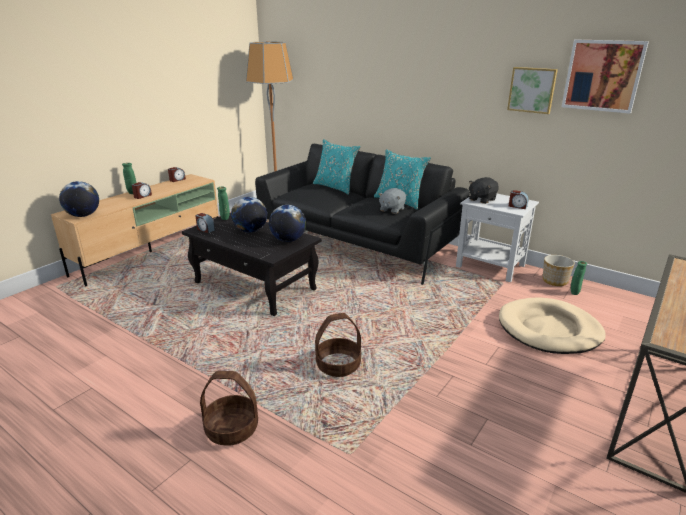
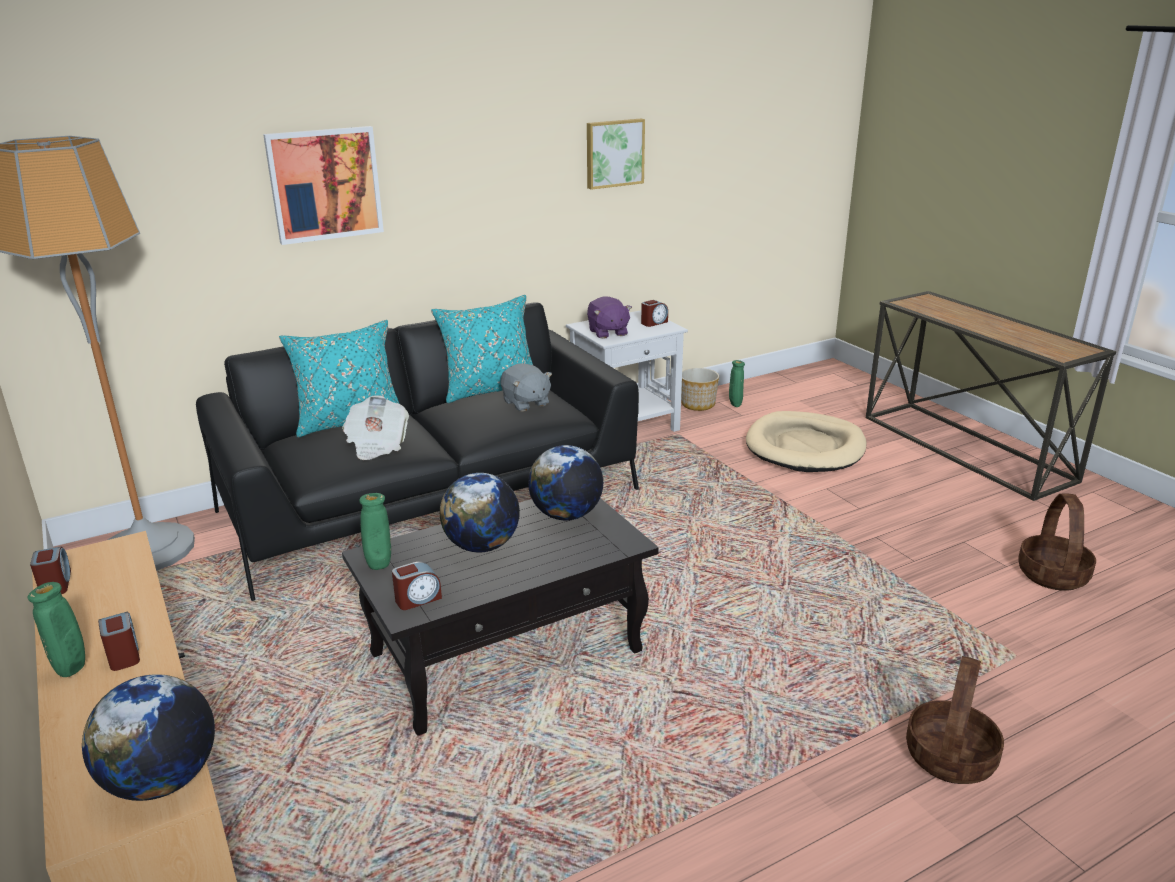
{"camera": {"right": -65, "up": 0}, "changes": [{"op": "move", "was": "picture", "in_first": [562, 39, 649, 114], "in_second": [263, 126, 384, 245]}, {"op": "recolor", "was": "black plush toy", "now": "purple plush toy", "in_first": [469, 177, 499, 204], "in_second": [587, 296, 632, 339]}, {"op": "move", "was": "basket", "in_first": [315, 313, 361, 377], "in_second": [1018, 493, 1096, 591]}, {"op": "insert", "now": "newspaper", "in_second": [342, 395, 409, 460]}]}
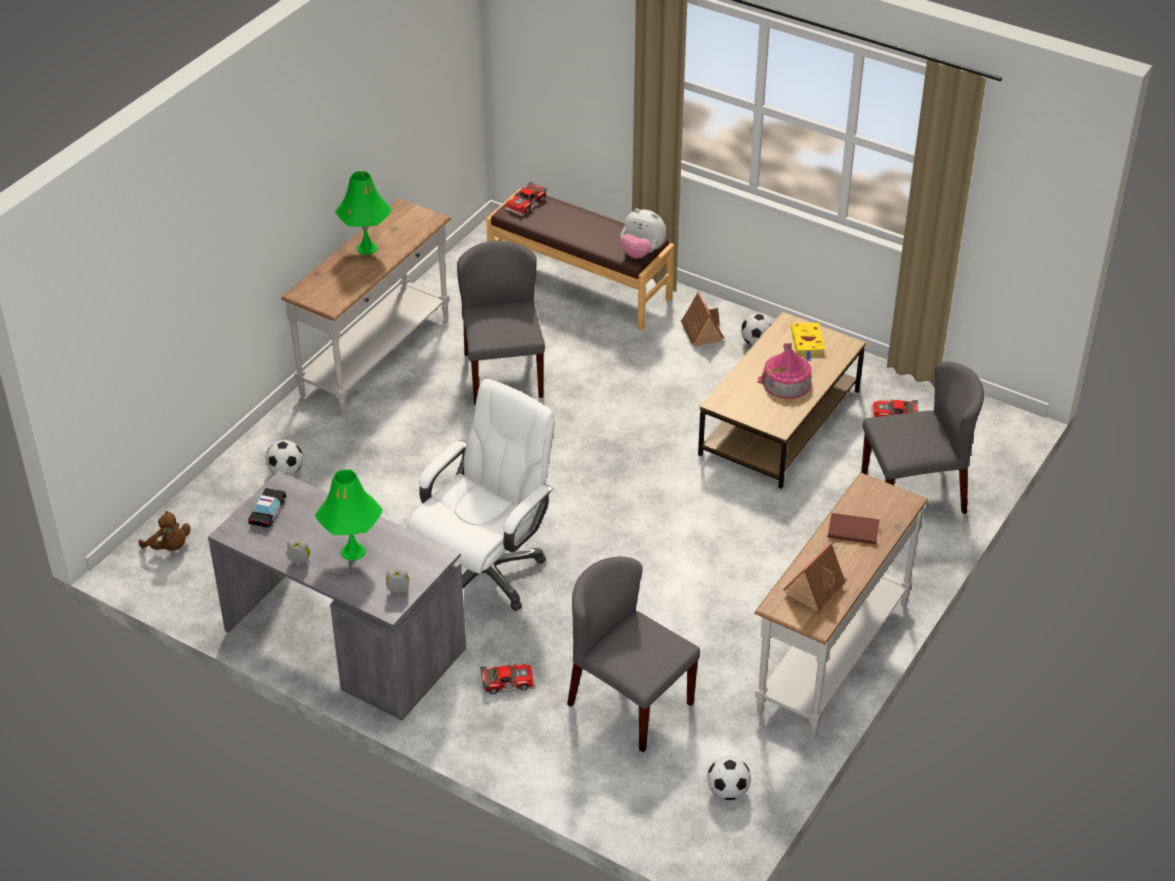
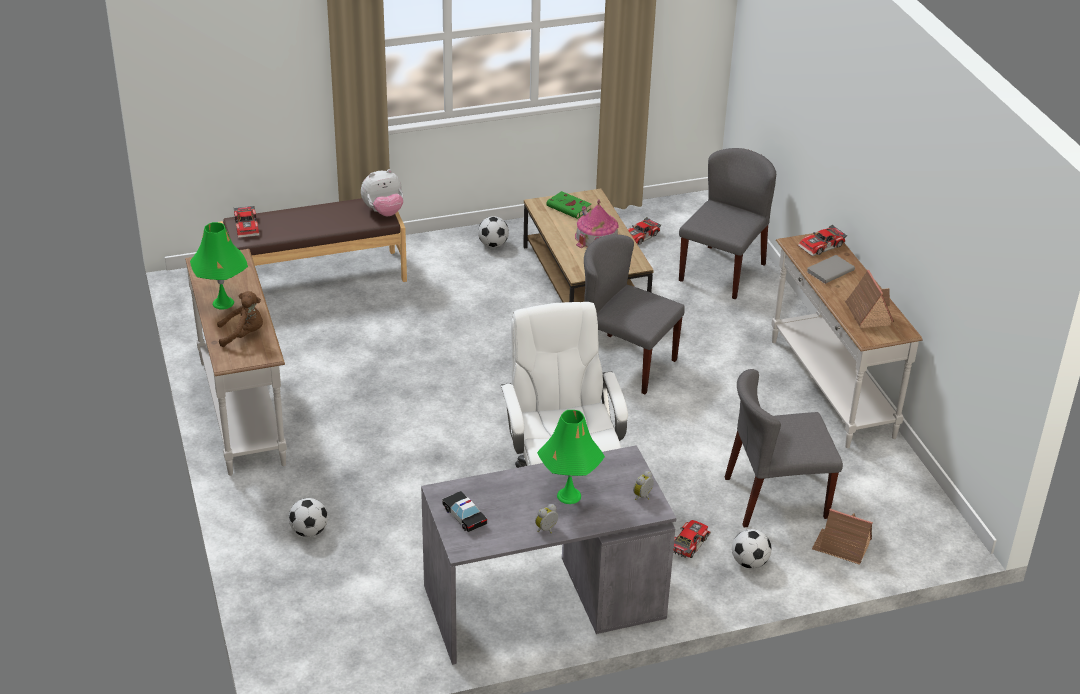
{"camera": {"right": -50, "up": -5}, "changes": [{"op": "move", "was": "grey chair", "in_first": [457, 241, 545, 405], "in_second": [584, 234, 685, 394]}, {"op": "move", "was": "toy house", "in_first": [681, 292, 724, 346], "in_second": [812, 509, 873, 565]}, {"op": "recolor", "was": "yellow book", "now": "green book", "in_first": [791, 323, 825, 361], "in_second": [546, 191, 591, 219]}, {"op": "move", "was": "brown plush toy", "in_first": [139, 511, 191, 551], "in_second": [217, 291, 263, 347]}, {"op": "recolor", "was": "brown book", "now": "grey book", "in_first": [828, 513, 880, 545], "in_second": [807, 255, 855, 284]}, {"op": "move", "was": "football", "in_first": [707, 756, 751, 800], "in_second": [732, 529, 772, 569]}, {"op": "insert", "now": "toy car", "in_second": [798, 225, 847, 256]}]}
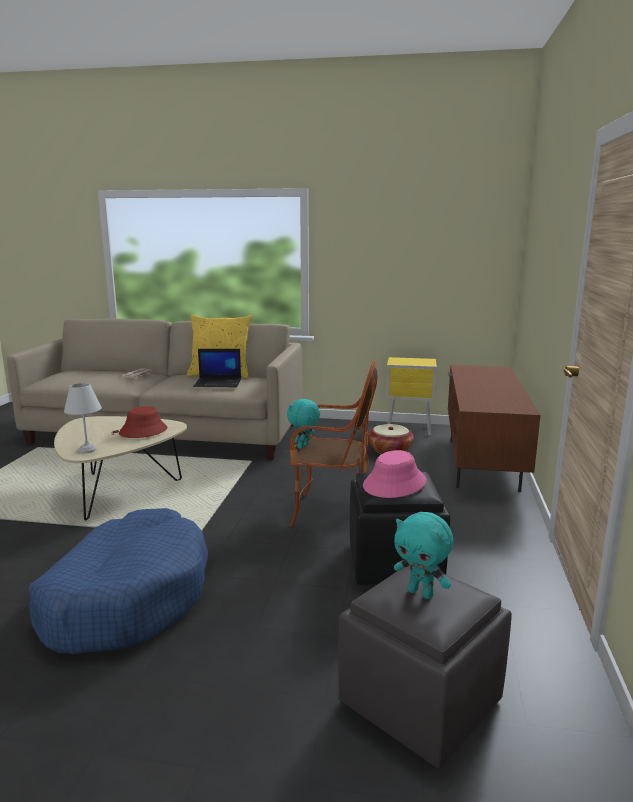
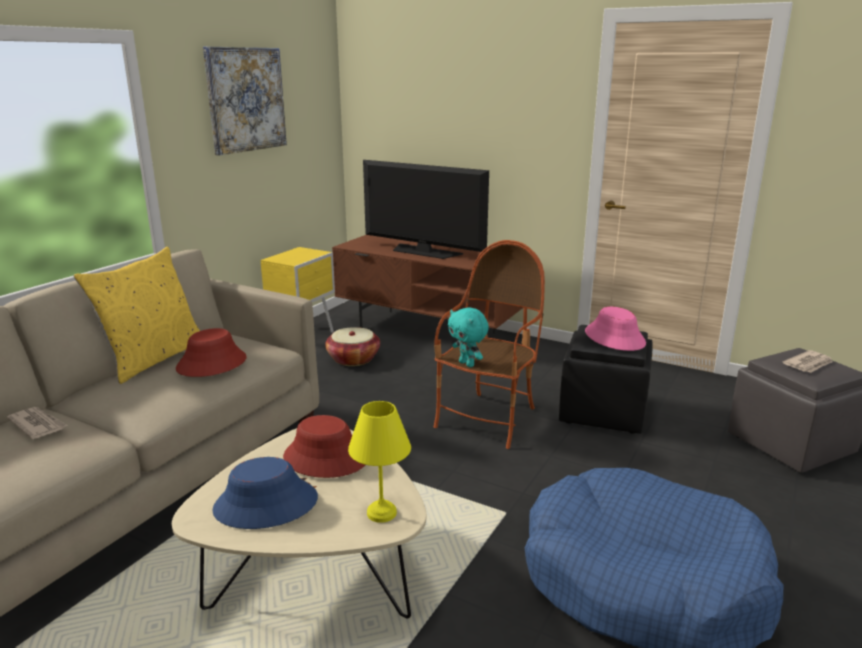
{"camera": {"right": -70, "up": 5}, "changes": [{"op": "replace", "was": "laptop", "now": "red hat", "in_first": [193, 349, 241, 387], "in_second": [176, 328, 247, 377]}, {"op": "recolor", "was": "white table lamp", "now": "yellow table lamp", "in_first": [64, 383, 102, 453], "in_second": [348, 401, 411, 523]}, {"op": "replace", "was": "turquoise plush toy", "now": "newspaper", "in_first": [394, 512, 454, 599], "in_second": [782, 350, 832, 373]}, {"op": "insert", "now": "picture", "in_second": [203, 46, 287, 155]}, {"op": "insert", "now": "television", "in_second": [363, 160, 489, 259]}, {"op": "insert", "now": "blue hat", "in_second": [212, 457, 318, 529]}]}
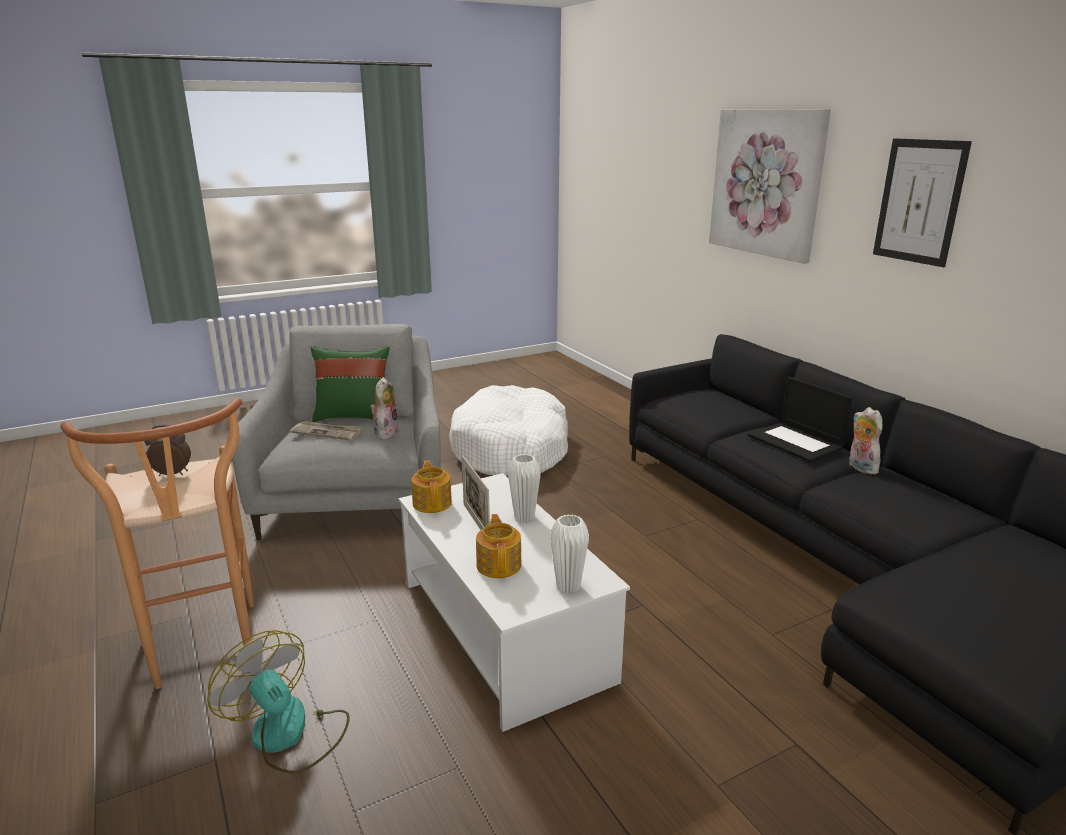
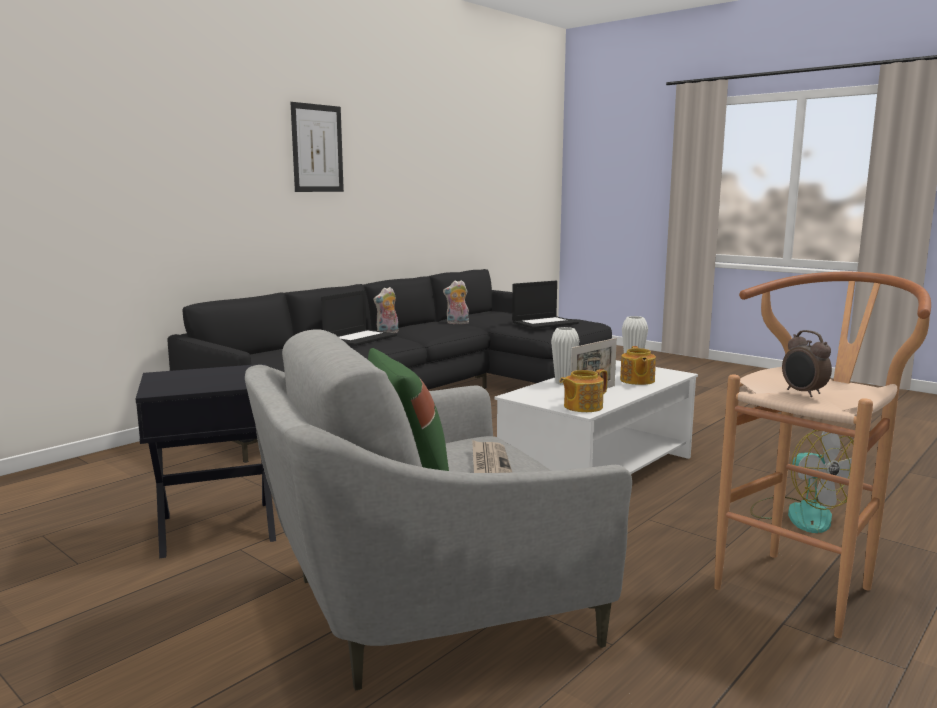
{"camera": {"right": -110, "up": -10}, "changes": [{"op": "delete", "was": "picture", "in_first": [709, 109, 831, 264]}, {"op": "move", "was": "plush toy", "in_first": [370, 377, 400, 440], "in_second": [443, 280, 469, 324]}, {"op": "replace", "was": "white dog bed", "now": "black side table", "in_first": [449, 385, 568, 476], "in_second": [136, 364, 276, 559]}, {"op": "rotate", "was": "teapot", "in_first": [476, 514, 521, 578], "in_second": [620, 346, 656, 385], "clockwise": -60}, {"op": "rotate", "was": "fan", "in_first": [207, 630, 350, 774], "in_second": [750, 430, 854, 533], "clockwise": -45}, {"op": "insert", "now": "laptop", "in_second": [512, 281, 579, 329]}]}
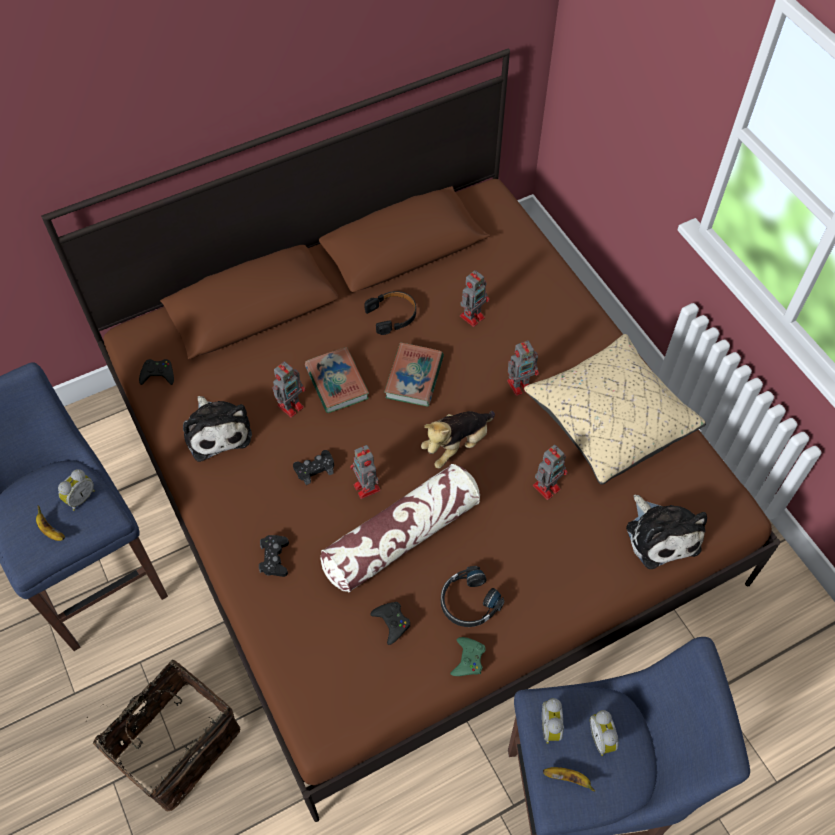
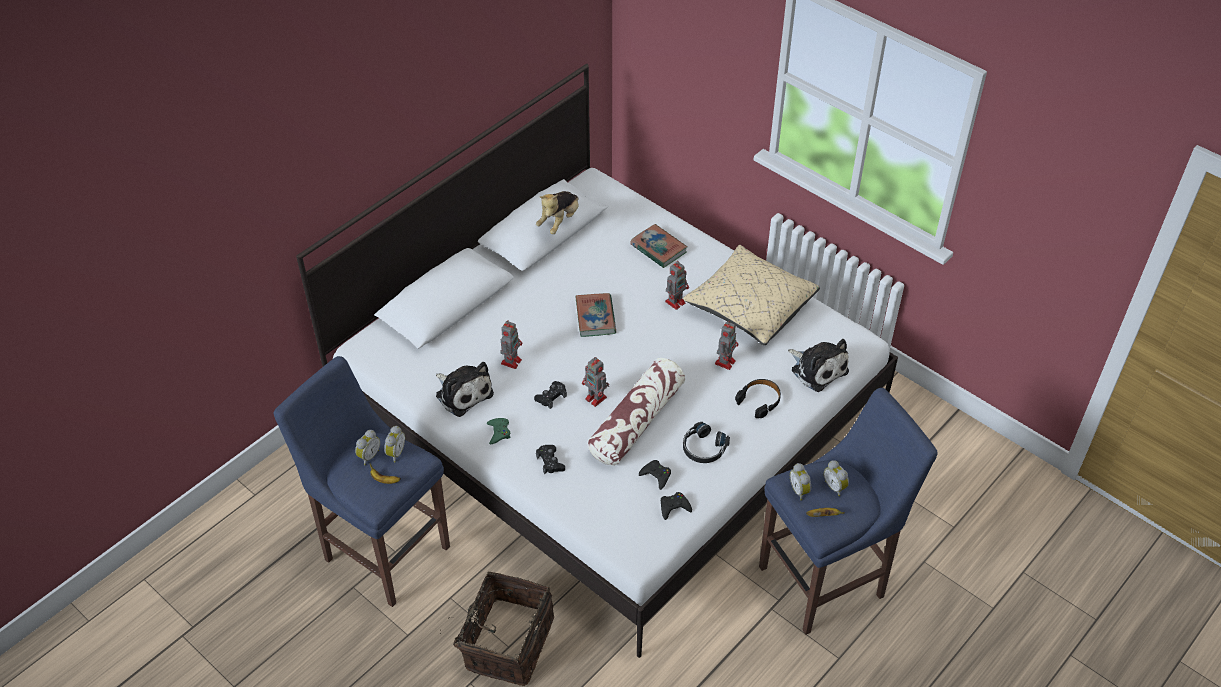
{"camera": {"right": -20, "up": -10}, "changes": [{"op": "recolor", "was": "brown bed", "now": "white bed", "in_first": [41, 49, 780, 822], "in_second": [296, 64, 898, 658]}, {"op": "delete", "was": "toy robot", "in_first": [460, 270, 489, 327]}, {"op": "move", "was": "black headphones", "in_first": [364, 291, 416, 335], "in_second": [735, 379, 781, 418]}, {"op": "move", "was": "book", "in_first": [305, 347, 369, 413], "in_second": [630, 224, 688, 268]}, {"op": "move", "was": "black game controller", "in_first": [139, 359, 174, 385], "in_second": [661, 492, 692, 520]}, {"op": "move", "was": "plush toy", "in_first": [421, 411, 495, 468], "in_second": [536, 191, 579, 234]}, {"op": "move", "was": "green game controller", "in_first": [450, 637, 485, 676], "in_second": [487, 418, 511, 444]}, {"op": "insert", "now": "alarm clock", "in_second": [355, 430, 380, 465]}]}
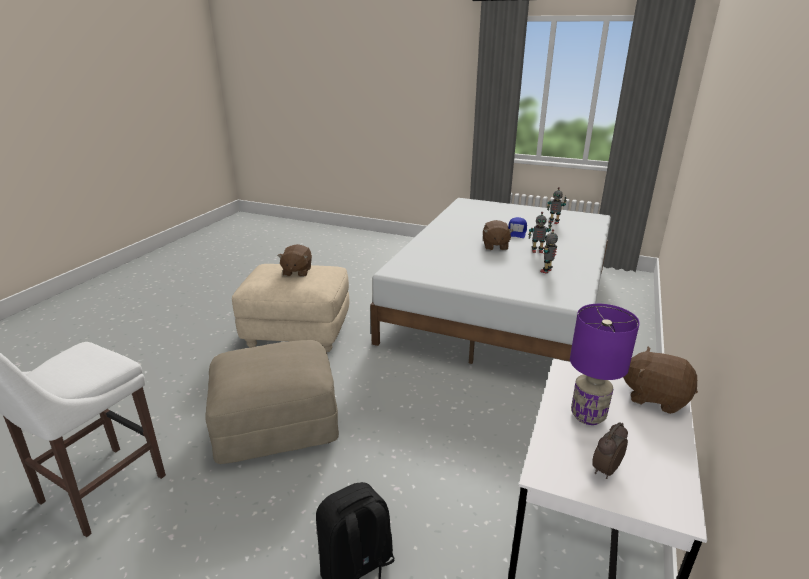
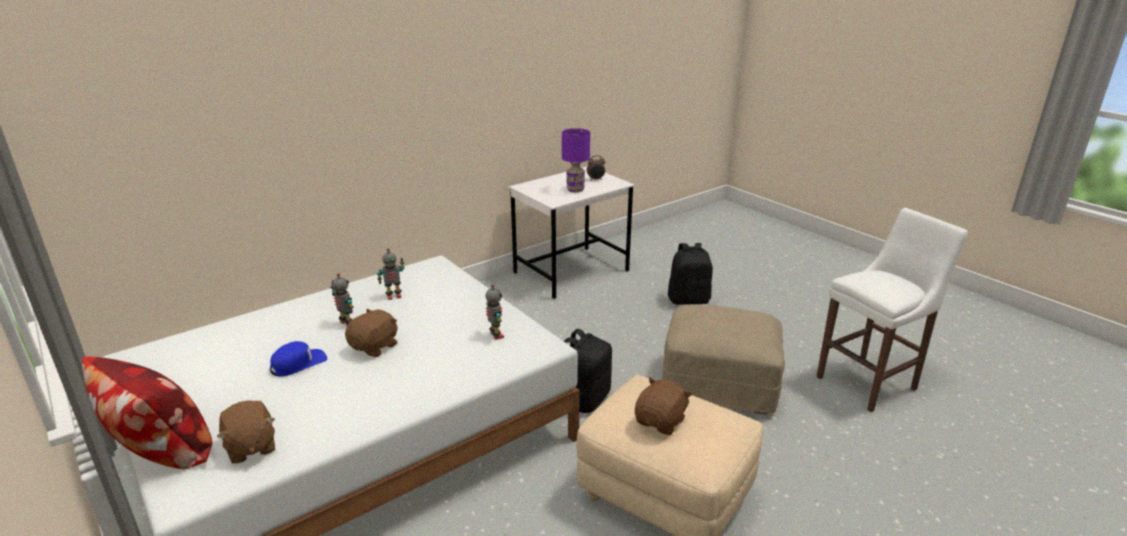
{"camera": {"right": -150, "up": 0}, "changes": [{"op": "move", "was": "toy robot", "in_first": [547, 187, 567, 224], "in_second": [486, 284, 504, 340]}, {"op": "move", "was": "brown plush toy", "in_first": [623, 347, 698, 414], "in_second": [217, 400, 275, 464]}, {"op": "insert", "now": "black backpack", "in_second": [564, 329, 612, 413]}, {"op": "insert", "now": "pillow", "in_second": [82, 357, 212, 469]}]}
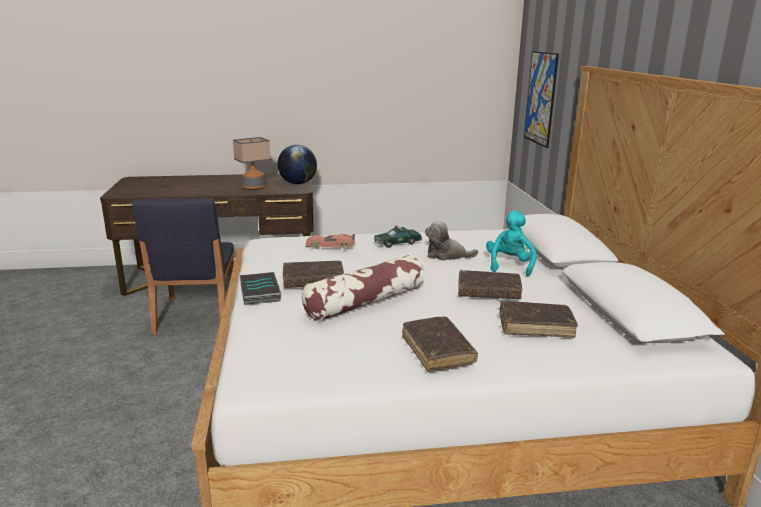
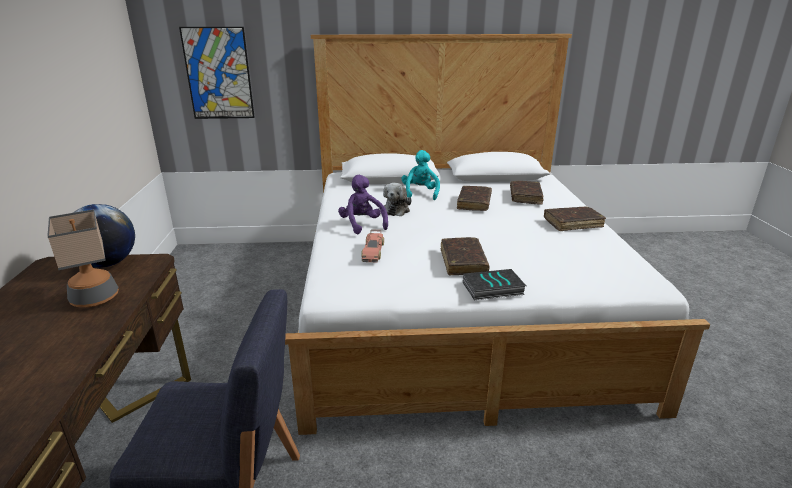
{"camera": {"right": -85, "up": 5}, "changes": [{"op": "rotate", "was": "turquoise plush toy", "in_first": [486, 210, 536, 276], "in_second": [402, 150, 440, 200], "clockwise": 75}, {"op": "replace", "was": "toy car", "now": "purple plush toy", "in_first": [374, 226, 422, 248], "in_second": [338, 175, 388, 234]}, {"op": "delete", "was": "pillow", "in_first": [302, 255, 425, 321]}]}
